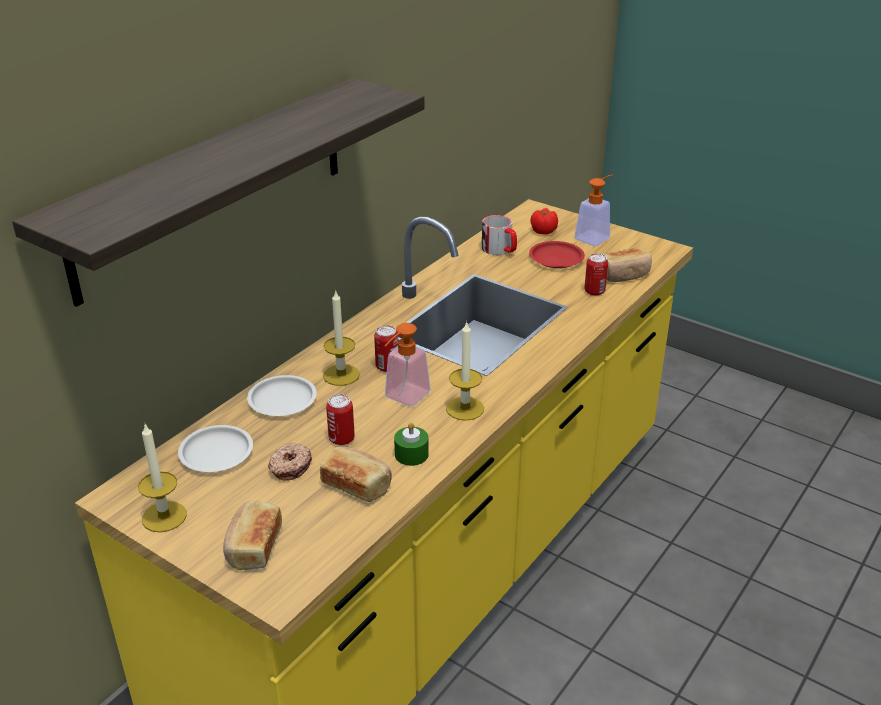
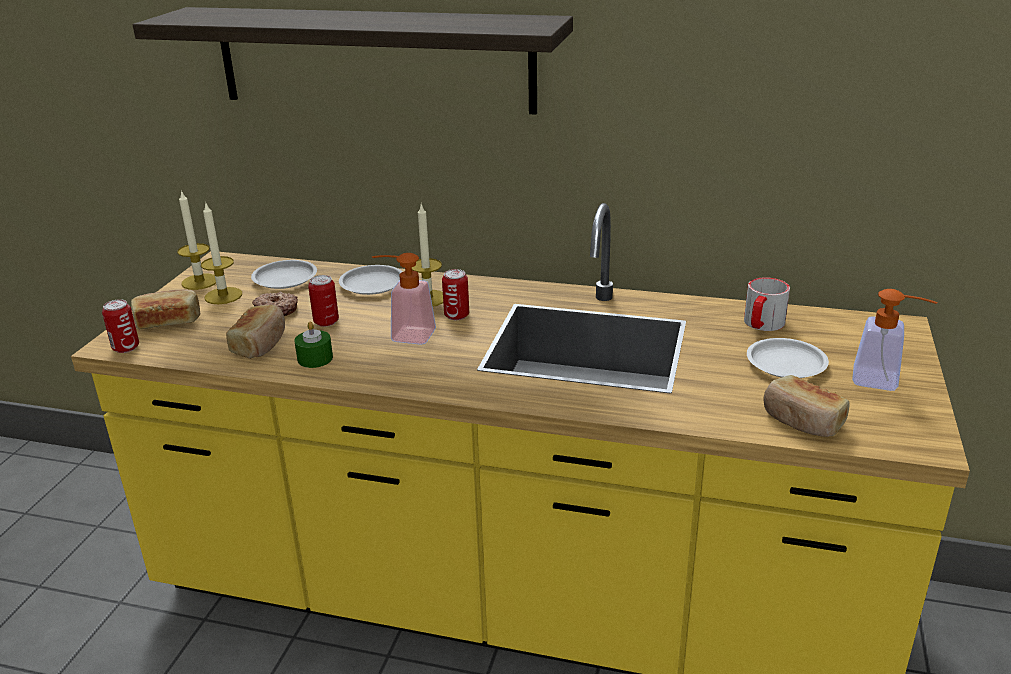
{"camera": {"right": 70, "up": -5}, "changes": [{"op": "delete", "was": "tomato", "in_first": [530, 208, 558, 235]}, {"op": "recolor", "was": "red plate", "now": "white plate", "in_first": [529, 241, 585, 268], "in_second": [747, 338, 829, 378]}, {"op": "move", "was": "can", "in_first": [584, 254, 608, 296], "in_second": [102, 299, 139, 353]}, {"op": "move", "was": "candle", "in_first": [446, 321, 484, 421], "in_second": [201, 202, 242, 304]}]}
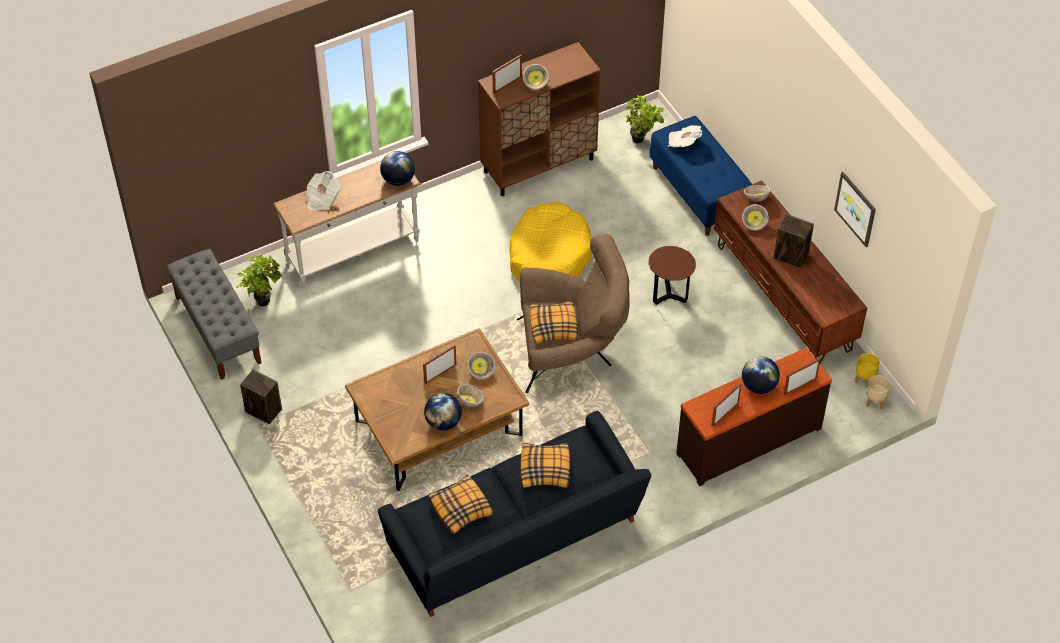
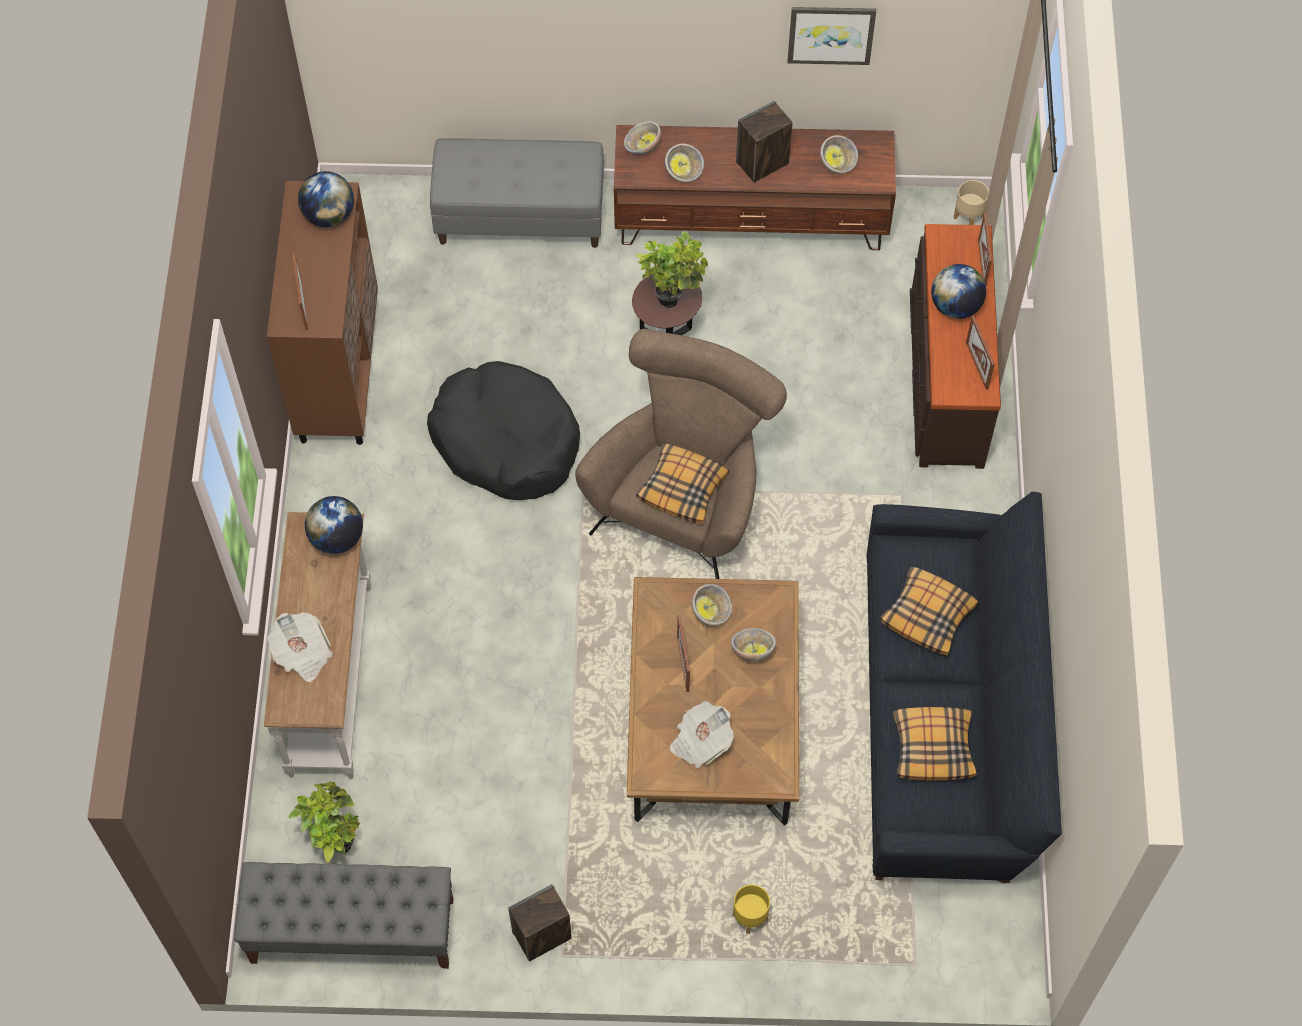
{"camera": {"right": -60, "up": 10}, "changes": [{"op": "move", "was": "bowl", "in_first": [523, 64, 549, 90], "in_second": [820, 135, 858, 174]}, {"op": "move", "was": "potted plant", "in_first": [625, 95, 664, 144], "in_second": [635, 231, 708, 308]}, {"op": "recolor", "was": "blue bench", "now": "grey bench", "in_first": [650, 116, 752, 236], "in_second": [430, 138, 604, 248]}, {"op": "move", "was": "newspaper", "in_first": [668, 125, 702, 147], "in_second": [670, 702, 734, 769]}, {"op": "recolor", "was": "yellow dog bed", "now": "black dog bed", "in_first": [509, 201, 592, 282], "in_second": [427, 361, 580, 500]}, {"op": "move", "was": "yellow planter", "in_first": [855, 353, 880, 383], "in_second": [733, 885, 770, 934]}, {"op": "move", "was": "globe", "in_first": [424, 393, 462, 431], "in_second": [298, 171, 354, 227]}]}
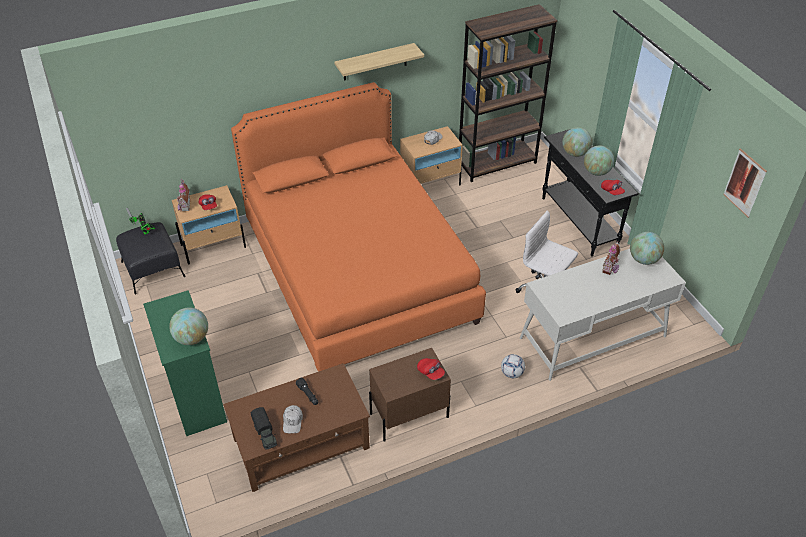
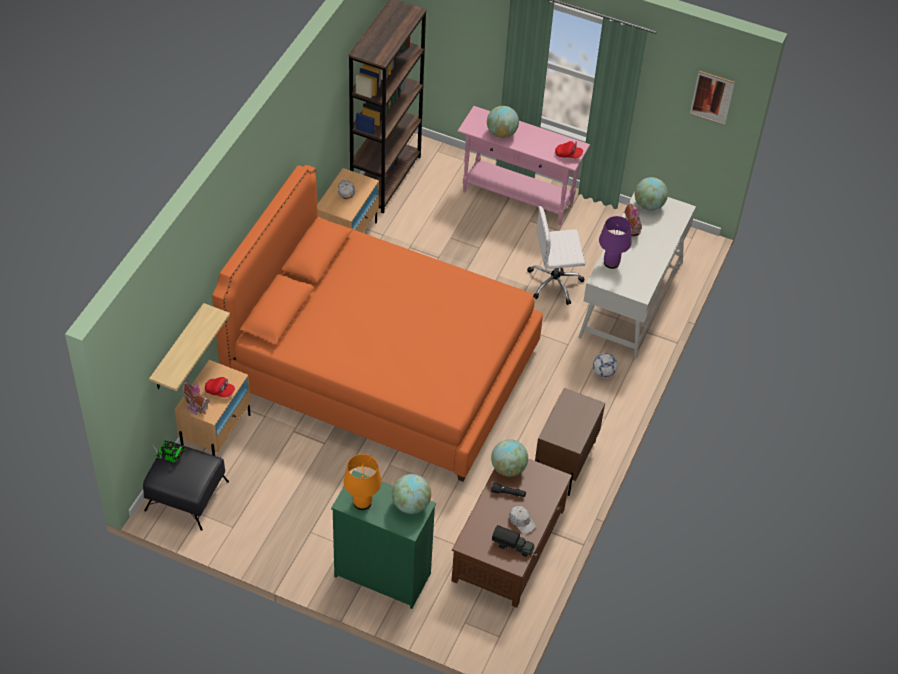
{"camera": {"right": -45, "up": 5}, "changes": [{"op": "move", "was": "shelf", "in_first": [334, 43, 424, 81], "in_second": [149, 303, 230, 391]}, {"op": "recolor", "was": "black console table", "now": "pink console table", "in_first": [542, 129, 639, 257], "in_second": [457, 106, 590, 225]}, {"op": "move", "was": "globe", "in_first": [584, 146, 614, 176], "in_second": [491, 439, 528, 477]}, {"op": "delete", "was": "red cap", "in_first": [417, 358, 445, 380]}, {"op": "insert", "now": "purple table lamp", "in_second": [599, 216, 632, 269]}, {"op": "insert", "now": "orange table lamp", "in_second": [344, 454, 382, 510]}]}
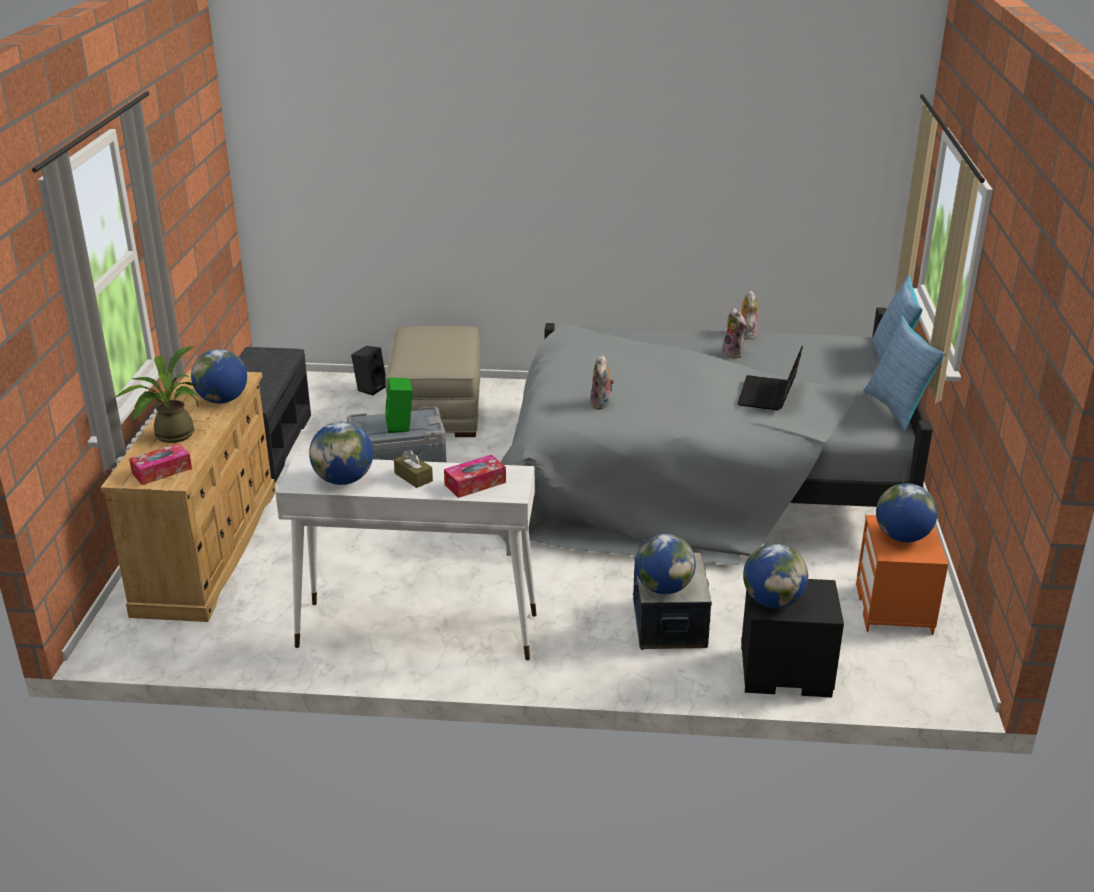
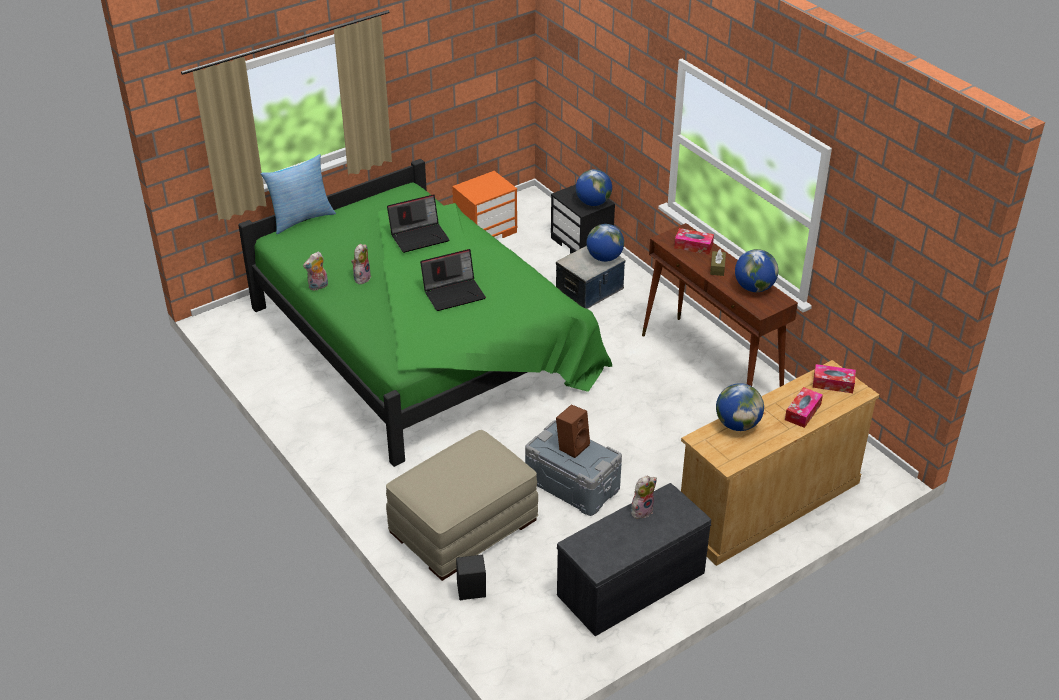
{"camera": {"right": -130, "up": 10}, "changes": [{"op": "recolor", "was": "grey bed", "now": "green bed", "in_first": [500, 308, 933, 565], "in_second": [238, 159, 612, 467]}, {"op": "delete", "was": "pillow", "in_first": [864, 316, 946, 432]}, {"op": "replace", "was": "potted plant", "now": "tissue box", "in_first": [113, 346, 199, 443], "in_second": [785, 387, 823, 428]}, {"op": "move", "was": "plush toy", "in_first": [590, 354, 614, 409], "in_second": [631, 476, 657, 519]}, {"op": "recolor", "was": "green speaker", "now": "brown speaker", "in_first": [385, 378, 413, 433], "in_second": [556, 404, 590, 458]}, {"op": "recolor", "was": "white console table", "now": "brown console table", "in_first": [275, 456, 536, 660], "in_second": [642, 223, 798, 387]}, {"op": "delete", "was": "globe", "in_first": [876, 483, 937, 542]}, {"op": "insert", "now": "laptop", "in_second": [420, 249, 486, 311]}]}
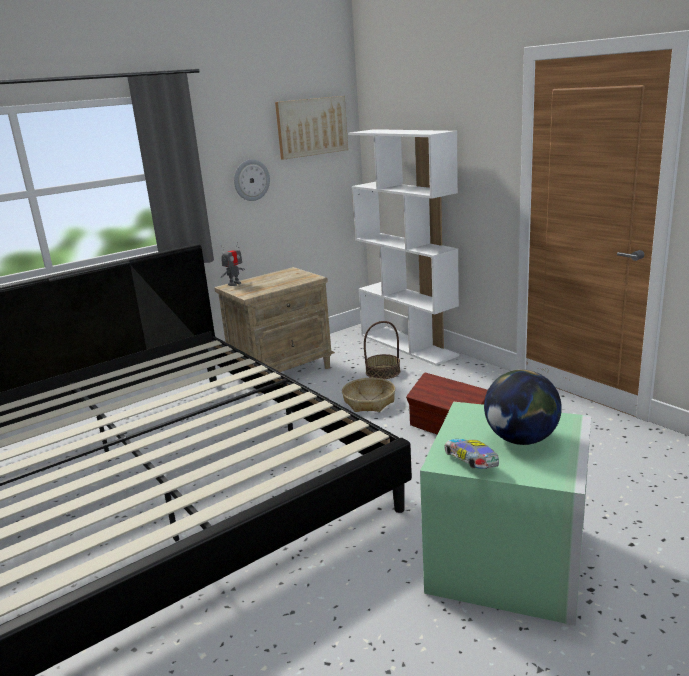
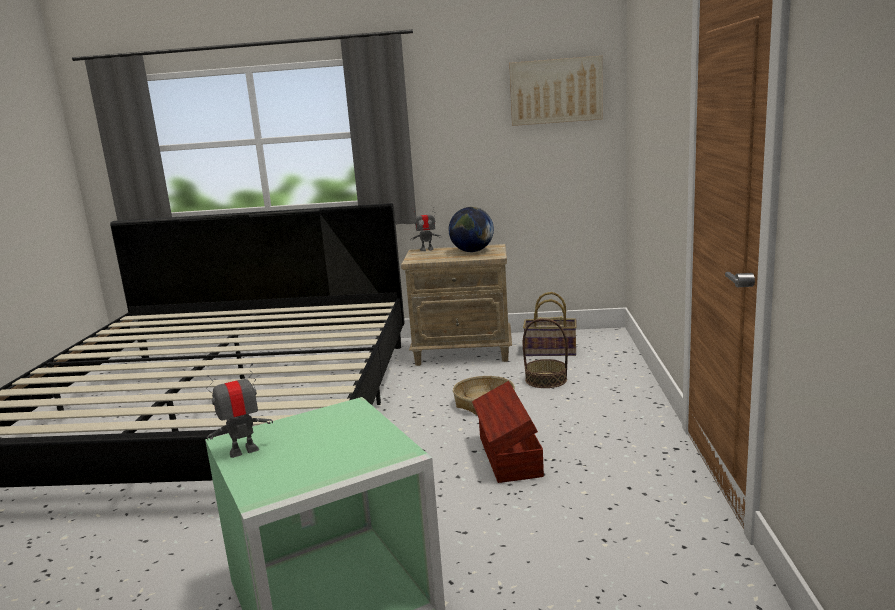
{"camera": {"right": 40, "up": -5}, "changes": [{"op": "delete", "was": "white bookcase", "in_first": [348, 129, 459, 365]}, {"op": "delete", "was": "wall clock", "in_first": [234, 159, 270, 201]}, {"op": "move", "was": "globe", "in_first": [484, 370, 562, 445], "in_second": [449, 207, 494, 252]}, {"op": "replace", "was": "toy car", "now": "toy robot", "in_first": [444, 439, 499, 469], "in_second": [206, 363, 273, 458]}, {"op": "insert", "now": "basket", "in_second": [523, 292, 577, 356]}]}
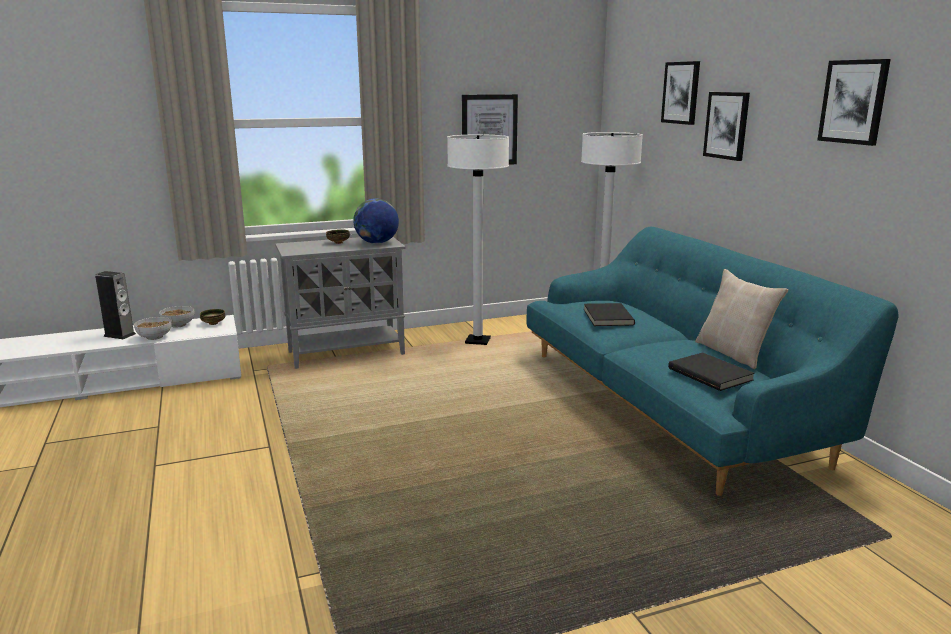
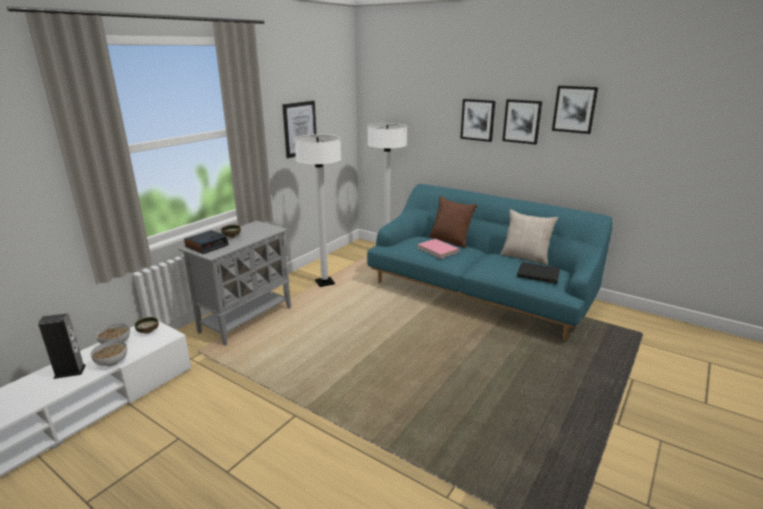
{"camera": {"right": -35, "up": 5}, "changes": [{"op": "move", "was": "picture", "in_first": [661, 61, 700, 125], "in_second": [502, 99, 542, 145]}, {"op": "delete", "was": "globe", "in_first": [353, 198, 399, 244]}, {"op": "recolor", "was": "black book", "now": "pink book", "in_first": [584, 303, 635, 326], "in_second": [417, 239, 459, 259]}, {"op": "insert", "now": "brown pillow", "in_second": [429, 196, 477, 248]}, {"op": "insert", "now": "alarm clock", "in_second": [184, 230, 229, 254]}]}
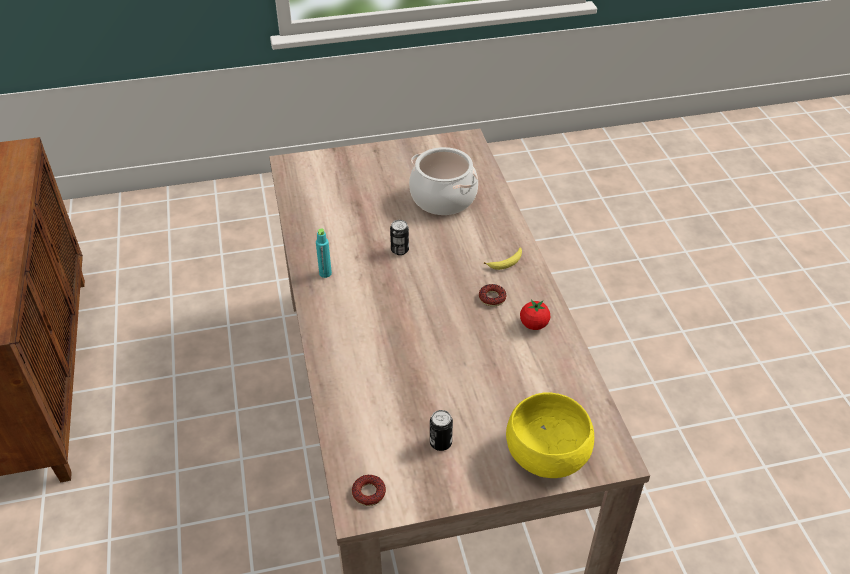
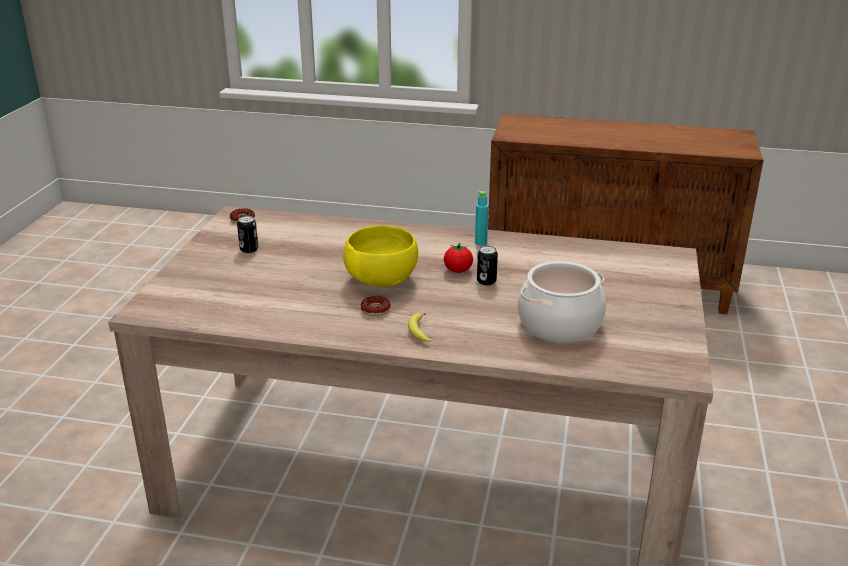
{"camera": {"right": 115, "up": -15}, "changes": [{"op": "move", "was": "tomato", "in_first": [520, 300, 550, 330], "in_second": [444, 243, 473, 273]}, {"op": "move", "was": "yellow bowl", "in_first": [506, 392, 594, 478], "in_second": [343, 225, 418, 287]}]}
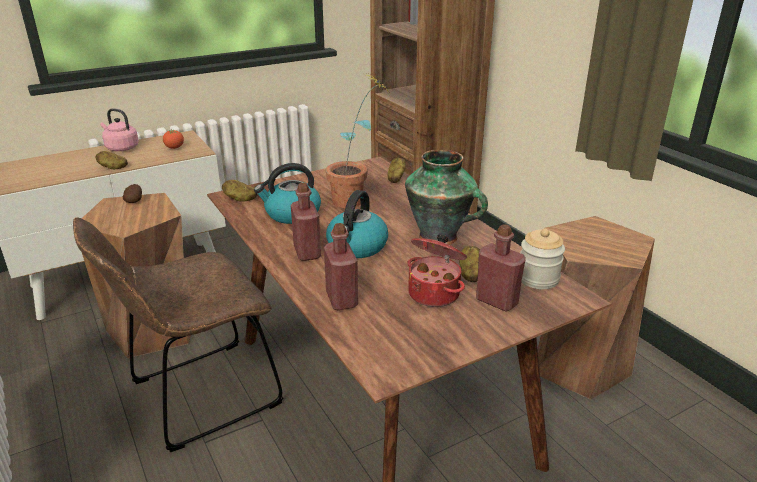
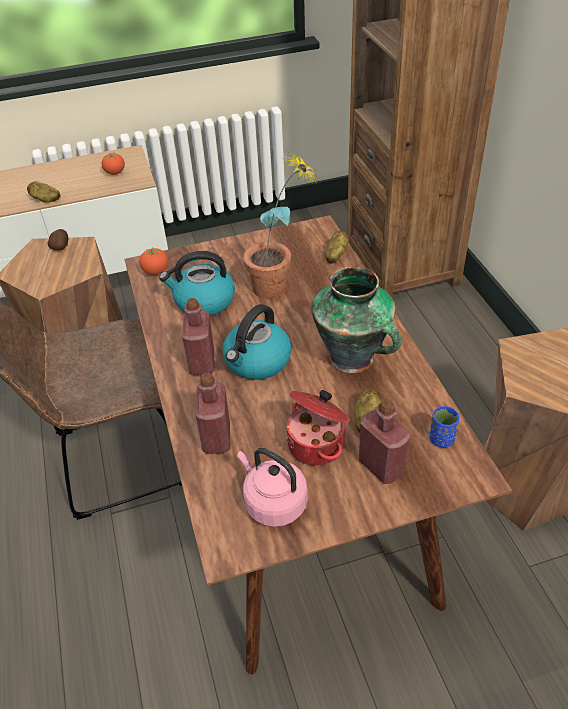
{"camera": {"right": 15, "up": 15}, "changes": [{"op": "move", "was": "pink kettle", "in_first": [101, 108, 139, 151], "in_second": [237, 448, 308, 527]}, {"op": "replace", "was": "potato", "now": "tomato", "in_first": [222, 180, 258, 202], "in_second": [140, 248, 168, 275]}, {"op": "replace", "was": "jar", "now": "blue cup", "in_first": [520, 229, 565, 289], "in_second": [430, 406, 459, 448]}]}
